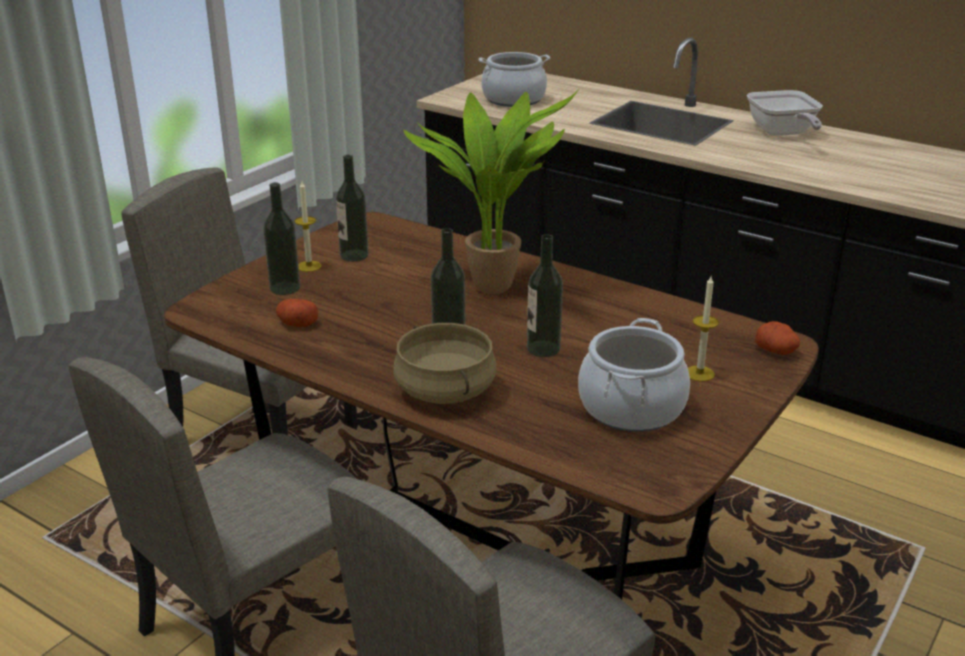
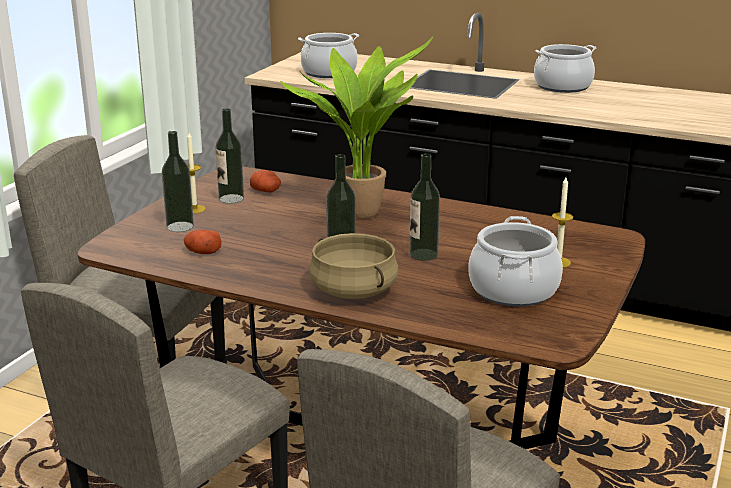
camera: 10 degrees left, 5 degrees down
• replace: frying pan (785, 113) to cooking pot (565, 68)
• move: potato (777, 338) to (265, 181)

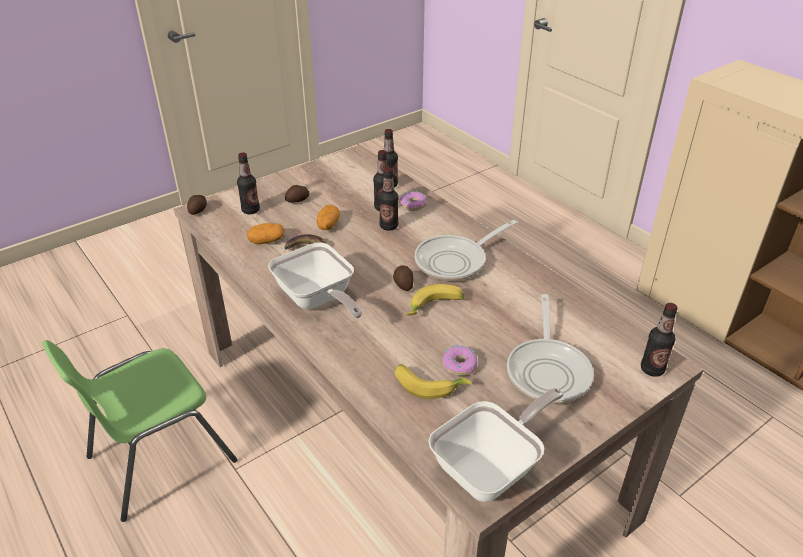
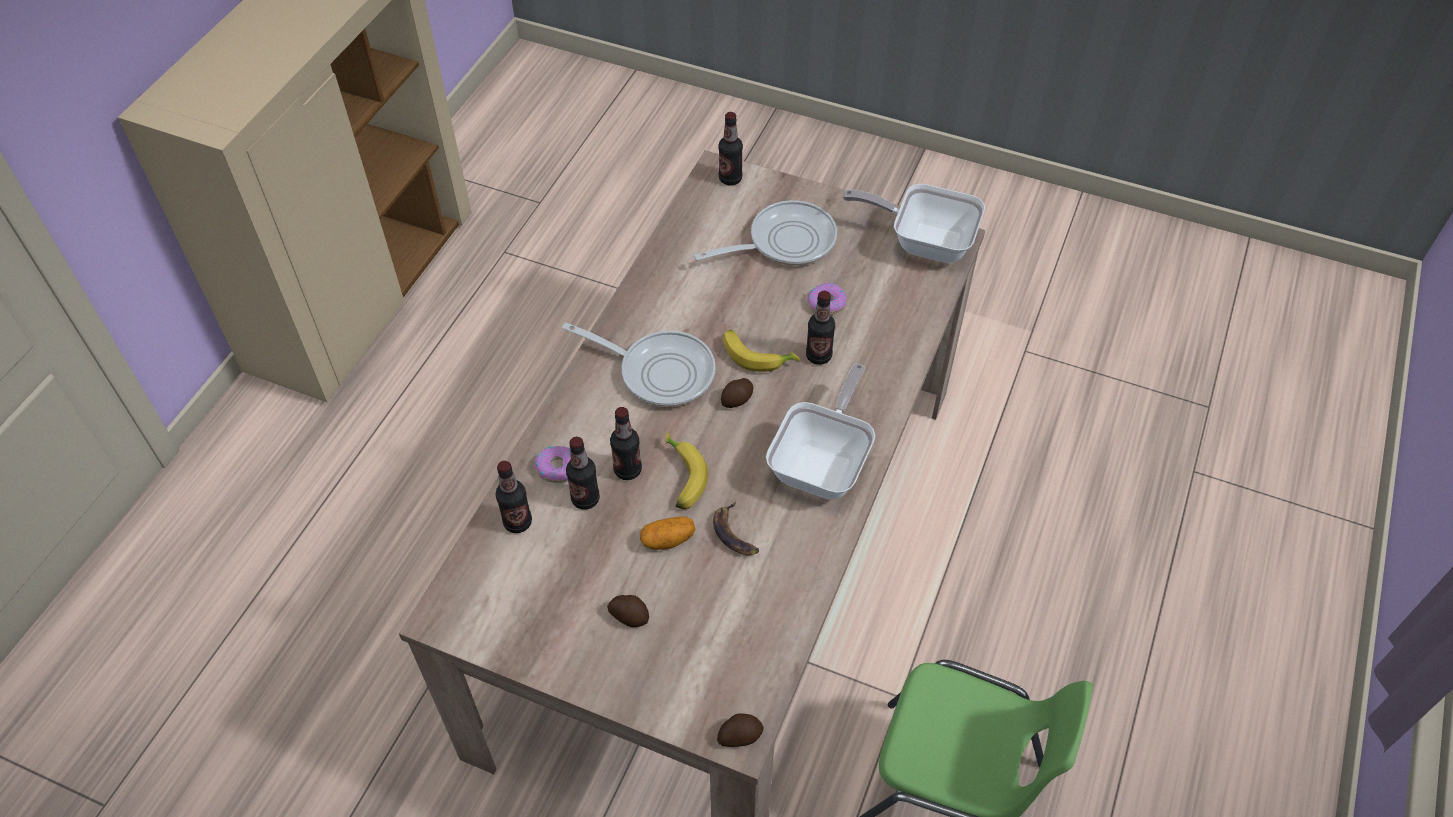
camera: 120 degrees left, 15 degrees up
• move: bottle (248, 183) to (820, 328)
• delete: potato (265, 233)
• move: banana (433, 381) to (687, 470)

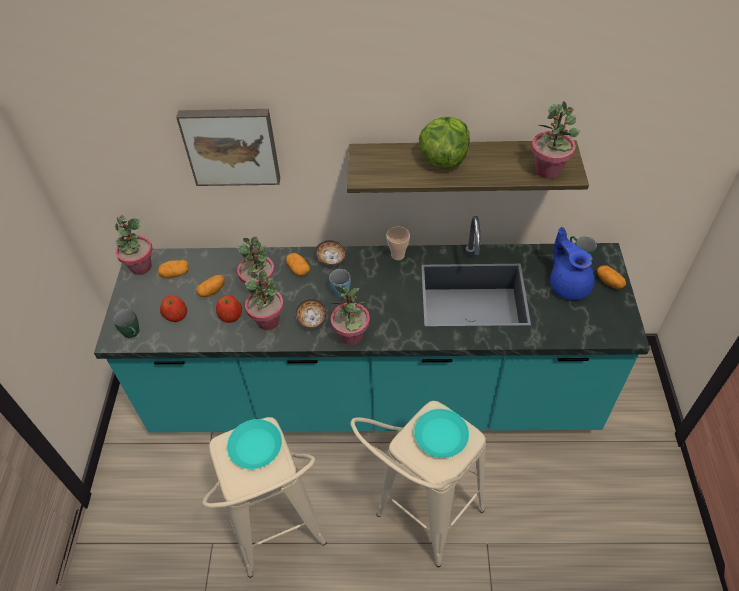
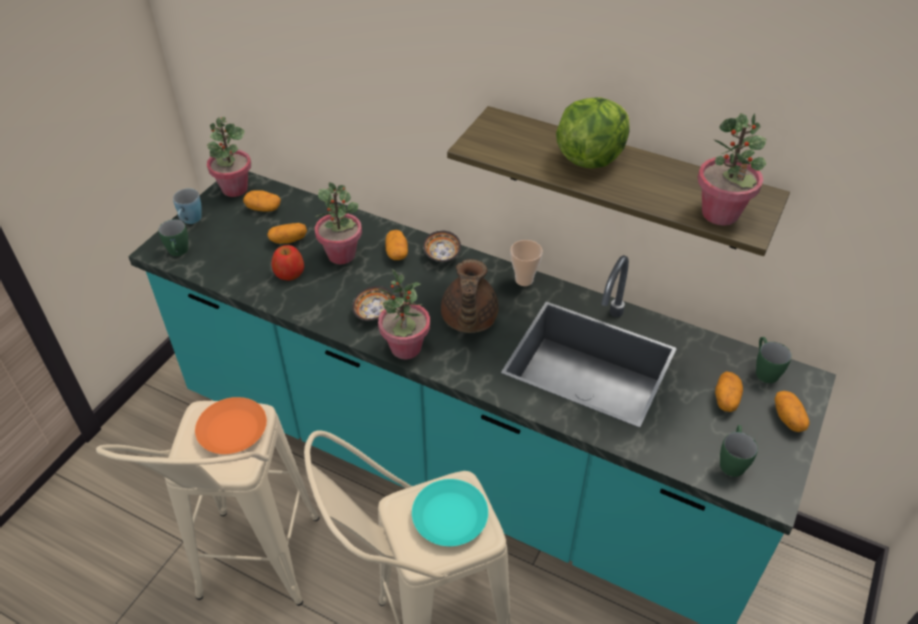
camera: 25 degrees right, 5 degrees down
• delete: apple (173, 309)
• delete: picture (228, 147)
• recolor: plate (turquoise) (254, 444) to plate (orange) (231, 425)
• delete: potted plant (264, 300)
• move: mug (blue) (340, 283) to (187, 206)
• replace: teapot (blue) (572, 263) to potato (729, 391)
• insert: teapot (brown) (470, 296)
• insert: mug (green) (739, 451)

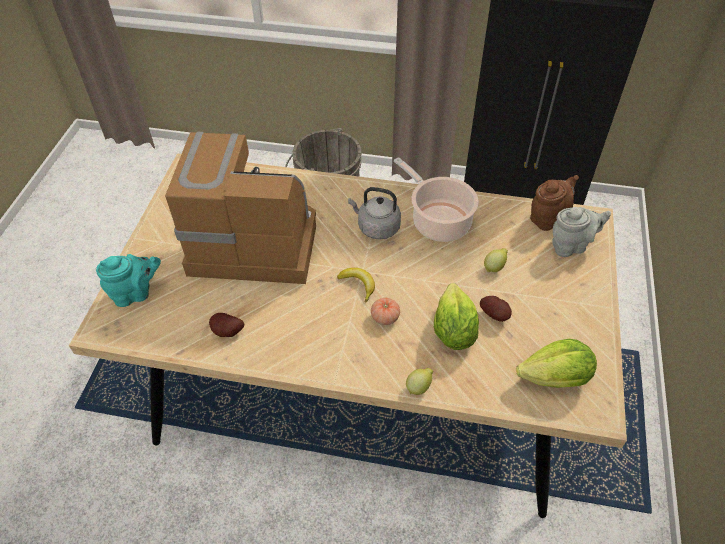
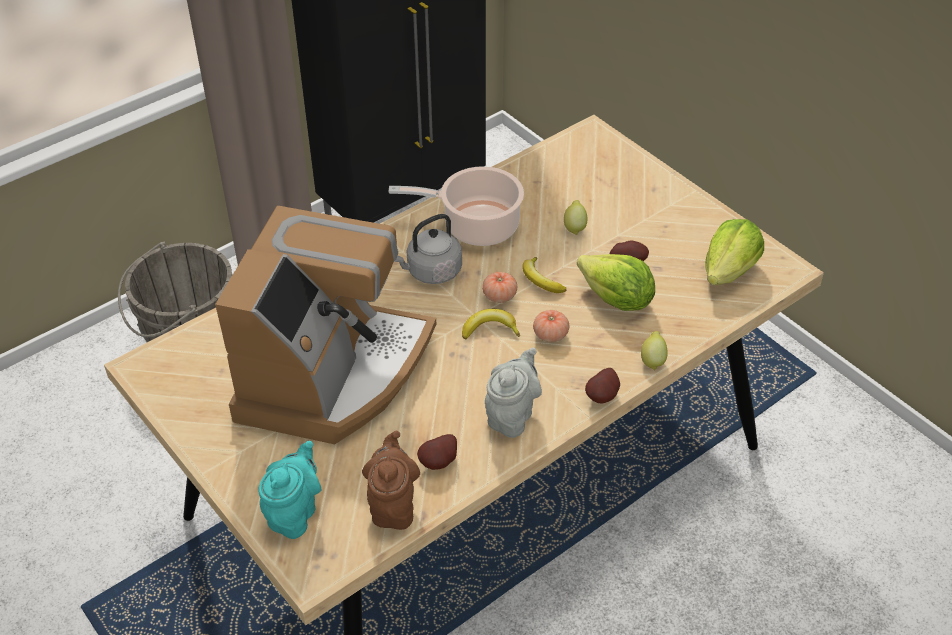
camera: 50 degrees left, 5 degrees down
• rotate: coffee machine (240, 207) = (325, 325) 150 degrees clockwise
• move: teapot (brown) (554, 203) to (391, 480)
• move: teapot (grey) (581, 232) to (513, 393)
• insert: tomato (499, 287)
• insert: banana (544, 275)
• insert: potato (602, 386)

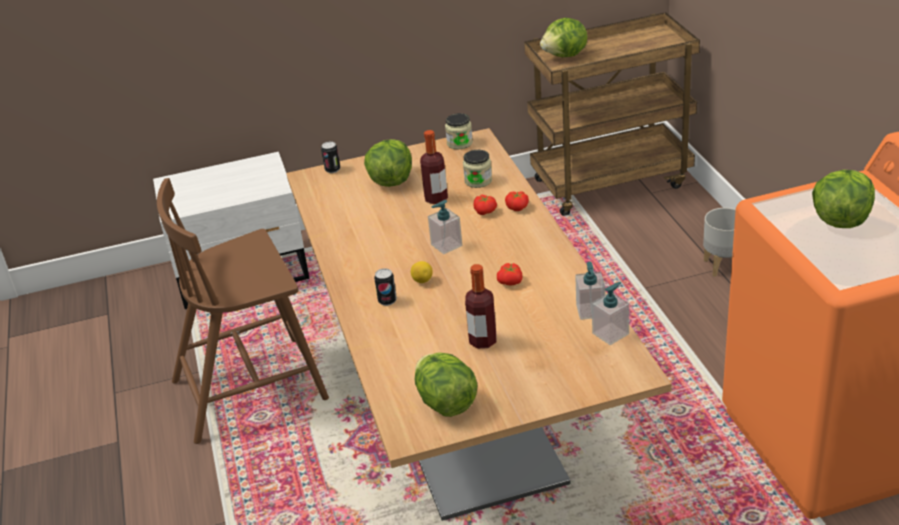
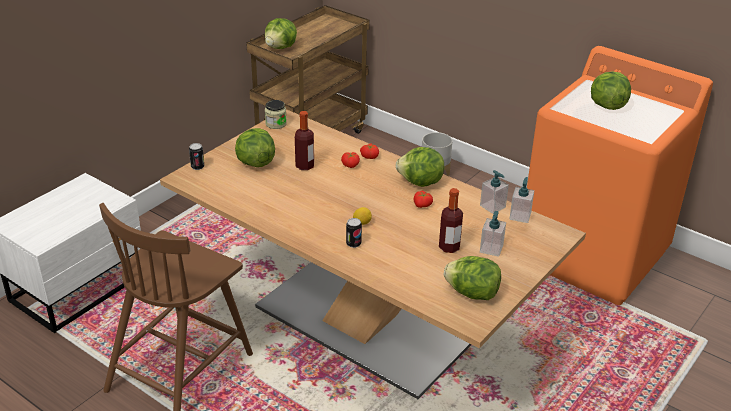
camera: 40 degrees left, 0 degrees up
• move: soap dispenser (445, 227) to (493, 234)
• delete: jar (477, 169)
• insert: lettuce (419, 167)

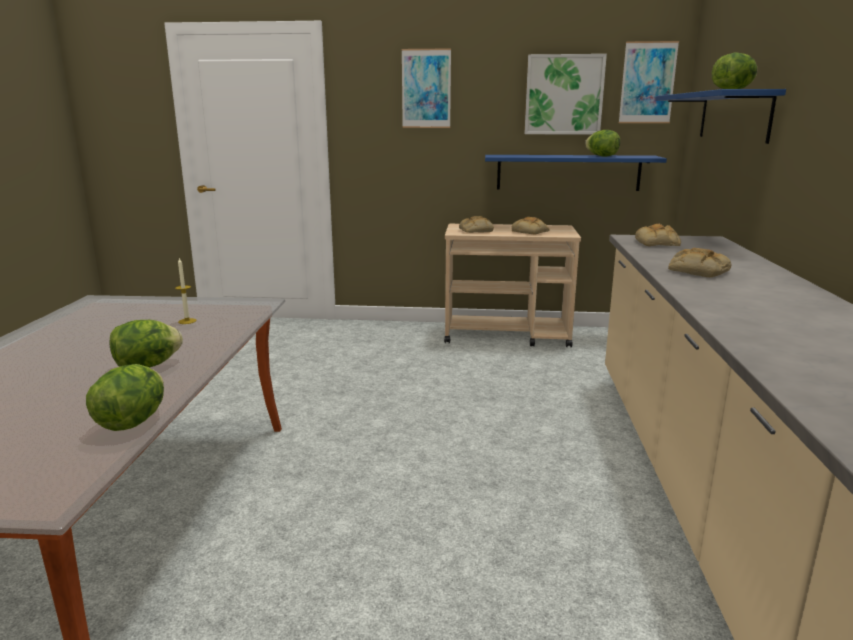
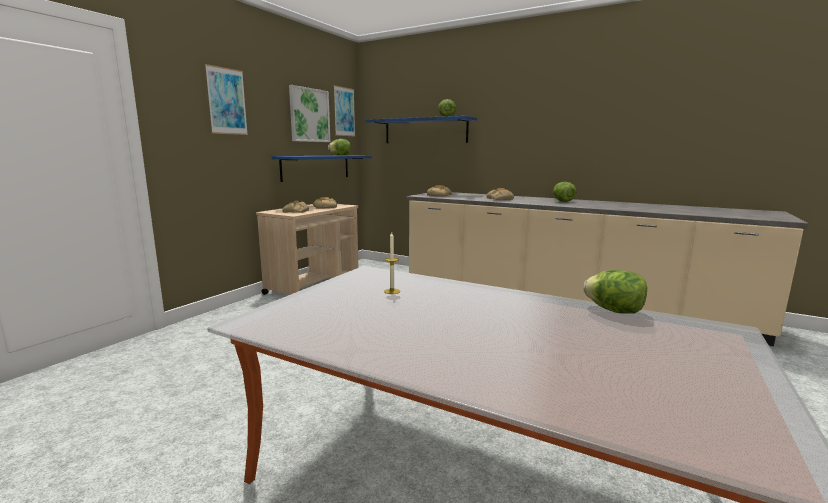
camera: 65 degrees left, 5 degrees down
• move: lettuce (146, 344) to (564, 192)

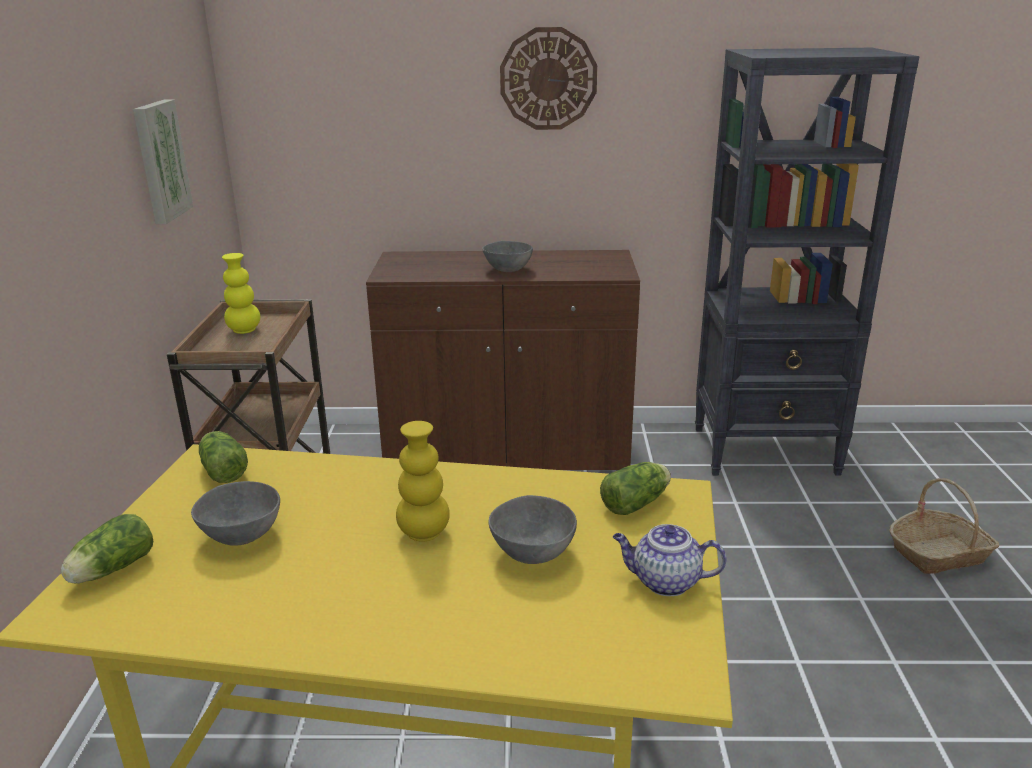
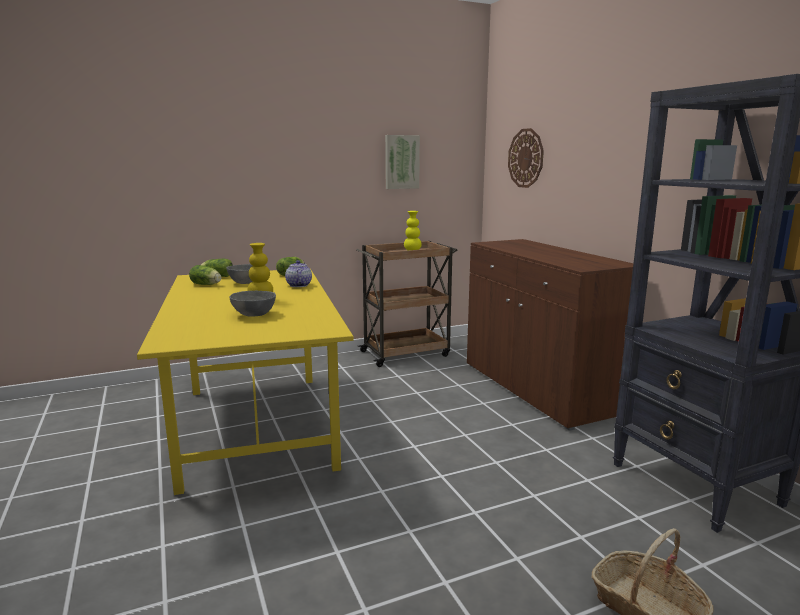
camera: 65 degrees right, 10 degrees down
• delete: bowl (grey) (507, 256)
• move: wall clock (548, 78) to (526, 158)
• move: lettuce (635, 488) to (205, 275)
• move: teapot (670, 560) to (298, 273)

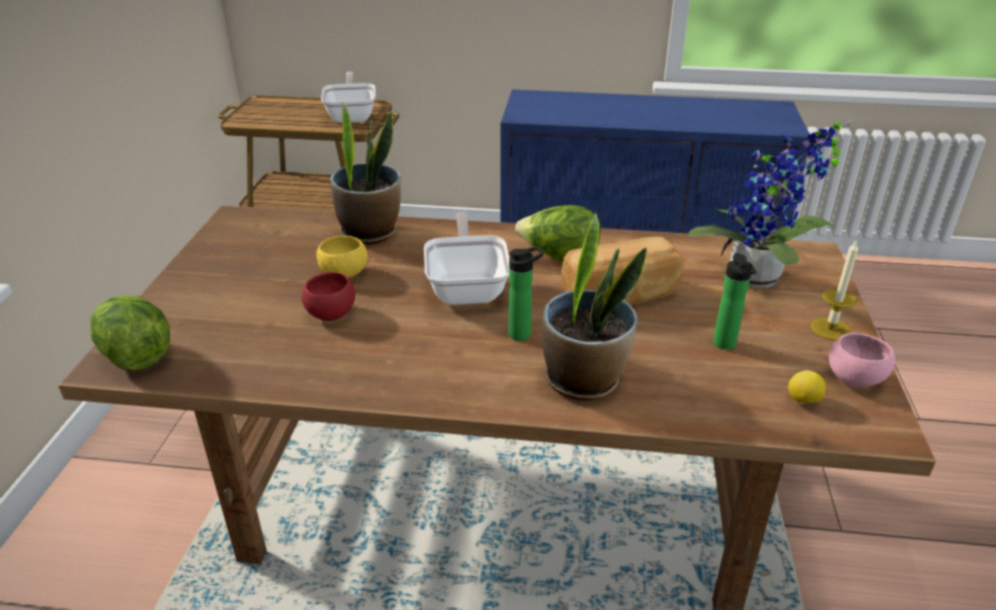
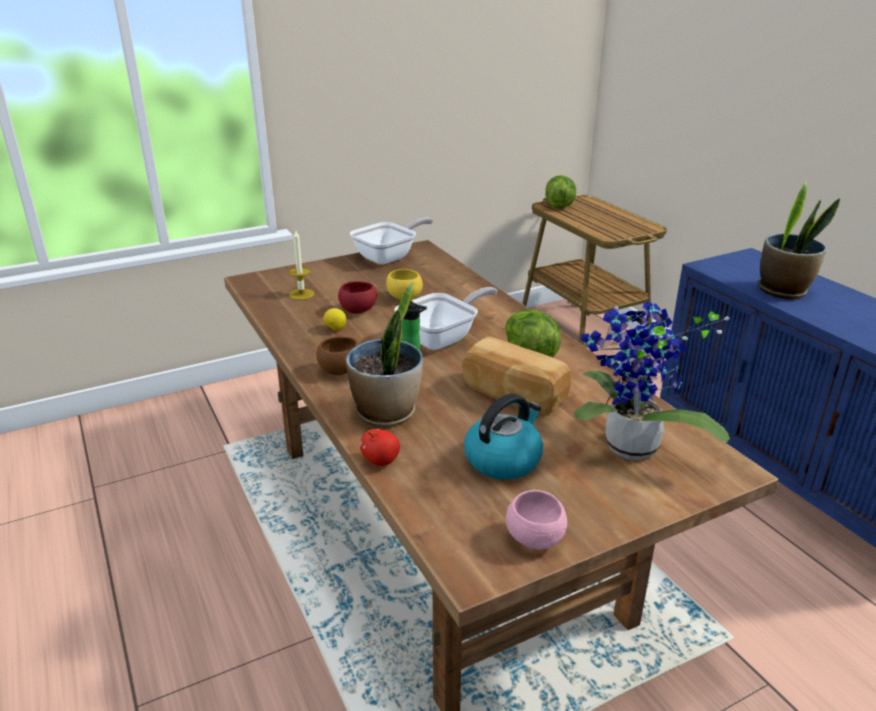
camera: 55 degrees right, 5 degrees down
• move: lettuce (130, 333) to (560, 192)
• move: frying pan (348, 97) to (391, 241)
• move: potted plant (365, 173) to (799, 240)
• replace: bottle (734, 301) to kettle (503, 436)
• move: lemon (807, 387) to (334, 319)
• move: candle (834, 289) to (302, 264)
• insert: bowl (brown) (337, 355)
• insert: apple (380, 447)

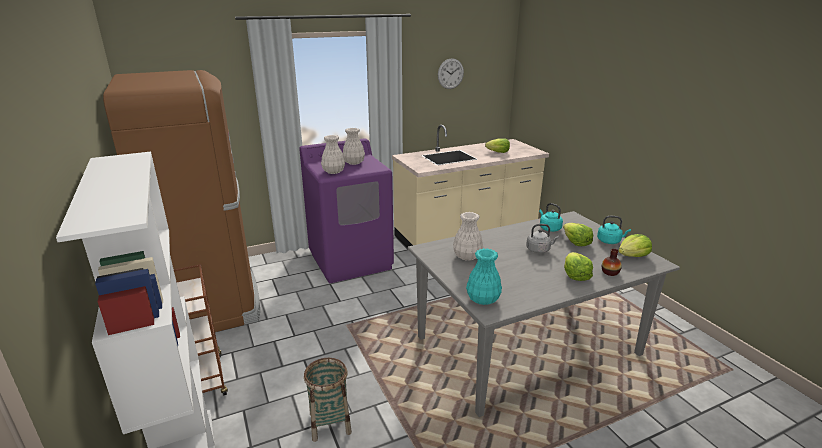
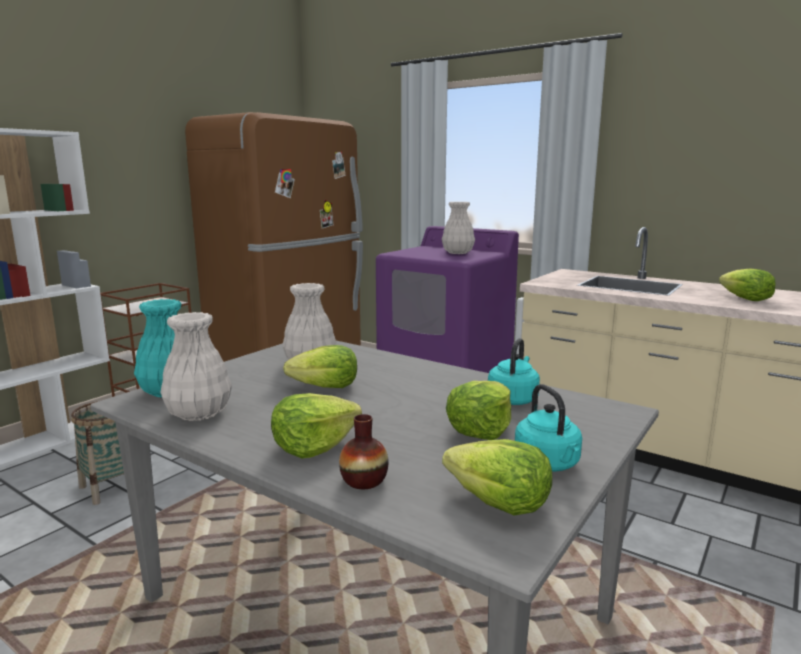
camera: 60 degrees right, 10 degrees down
• move: vase (white) (333, 154) to (196, 366)
• delete: wall clock (451, 73)
• delete: kettle (grey) (542, 238)
• insert: lettuce (320, 366)

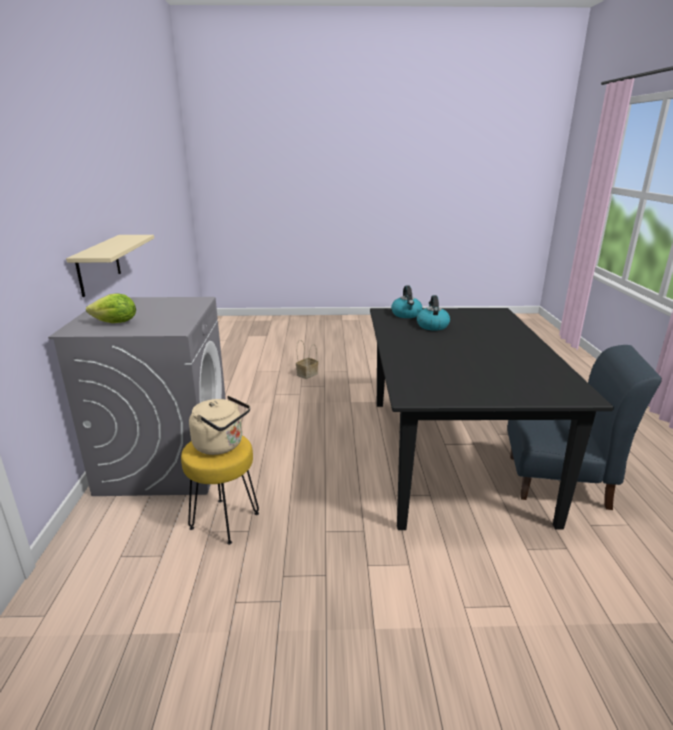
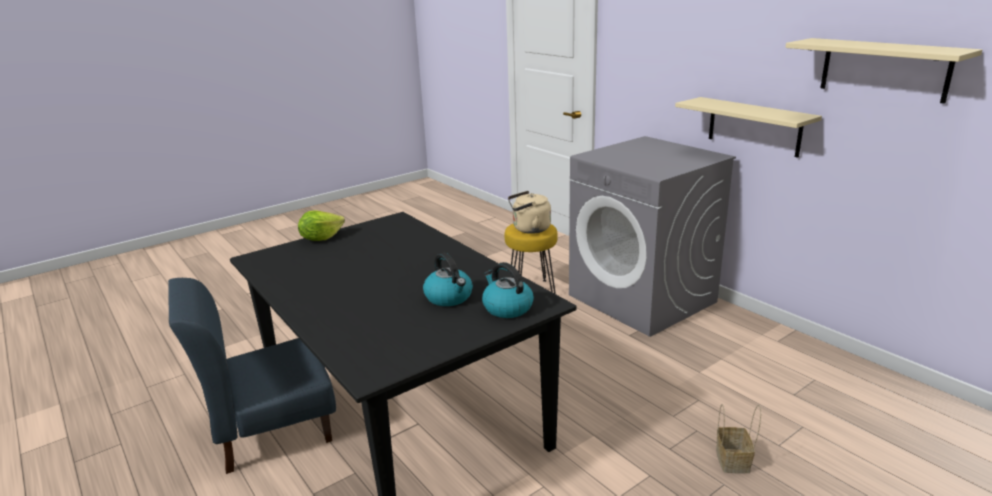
camera: 145 degrees right, 0 degrees up
• move: lettuce (111, 308) to (321, 225)
• insert: shelf (beige) (883, 71)

